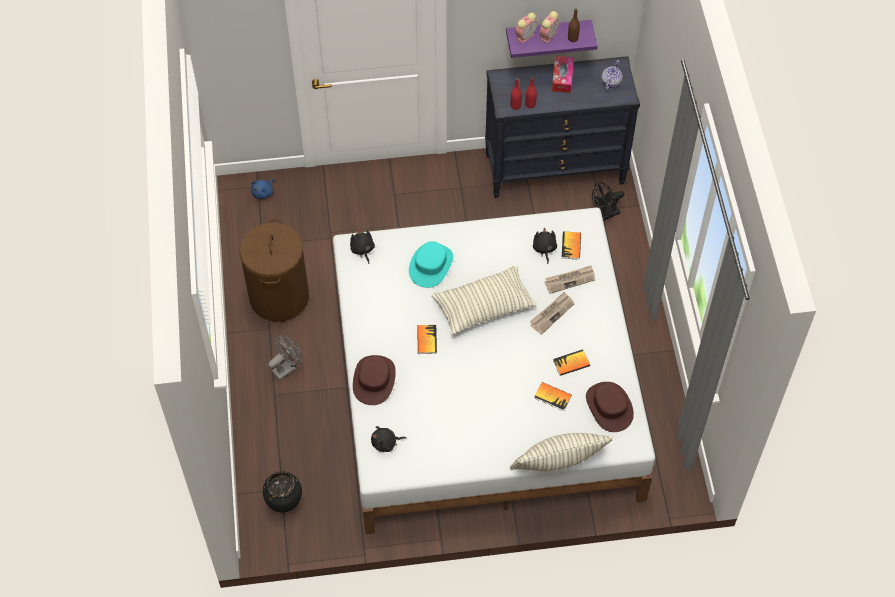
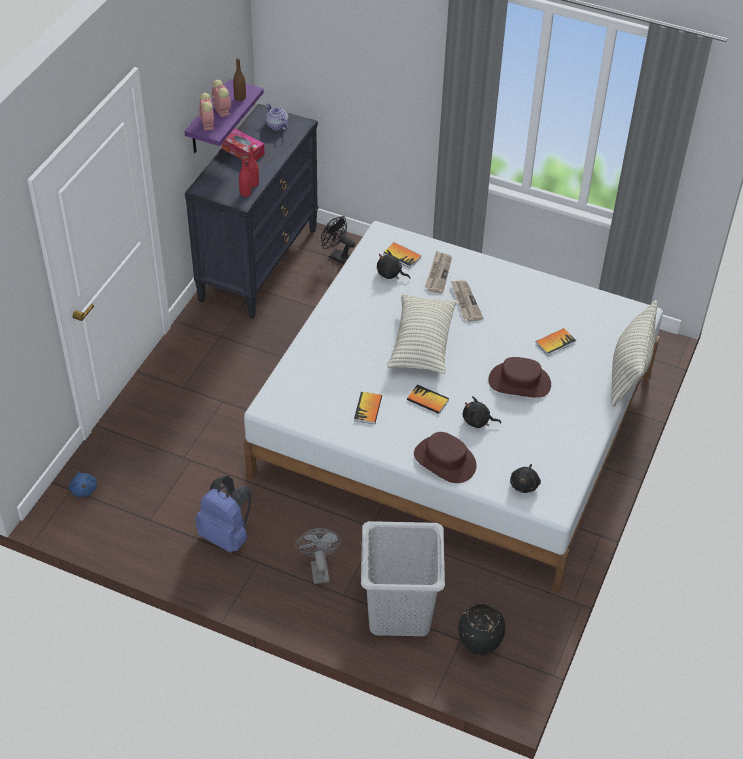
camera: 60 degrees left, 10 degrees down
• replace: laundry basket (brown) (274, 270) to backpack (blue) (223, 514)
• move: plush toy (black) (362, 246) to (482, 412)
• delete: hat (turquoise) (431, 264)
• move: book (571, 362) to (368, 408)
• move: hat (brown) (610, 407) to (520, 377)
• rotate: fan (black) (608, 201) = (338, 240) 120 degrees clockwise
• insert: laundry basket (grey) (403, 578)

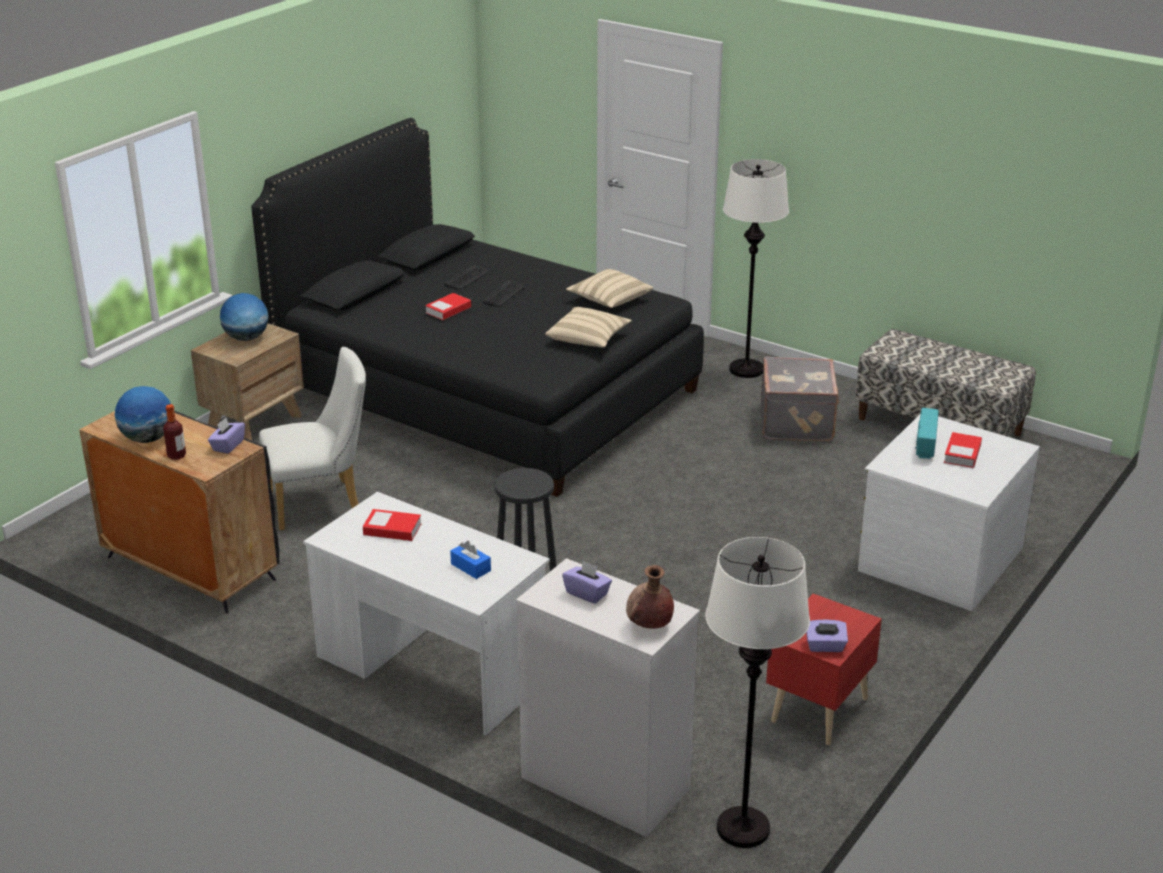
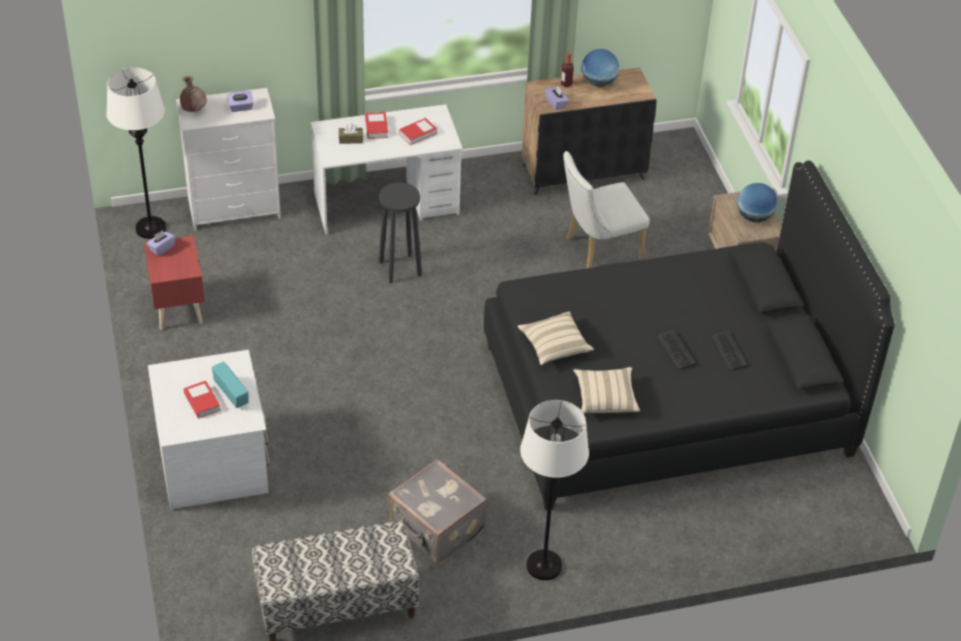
camera: 130 degrees right, 15 degrees up
• rotate: chair (white) (312, 439) = (606, 209) 45 degrees clockwise
• move: book (448, 306) to (376, 125)
• recolor: tissue box (blue) (470, 560) to tissue box (brown) (351, 133)

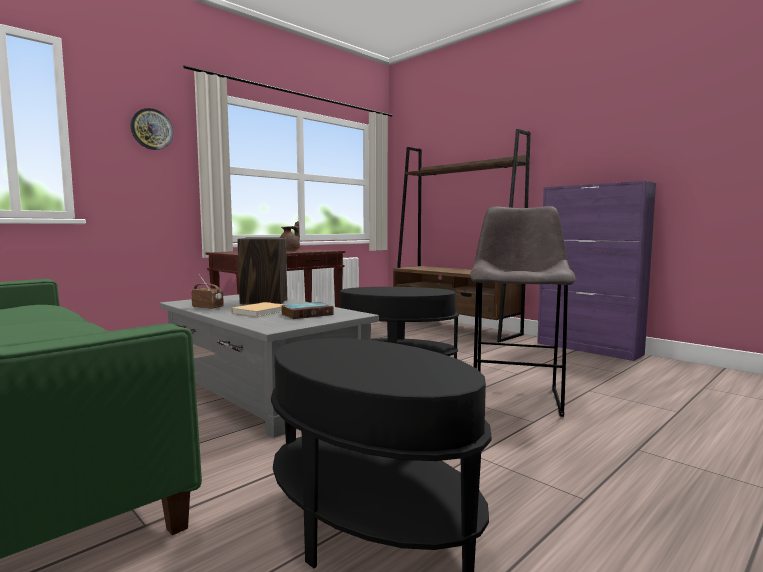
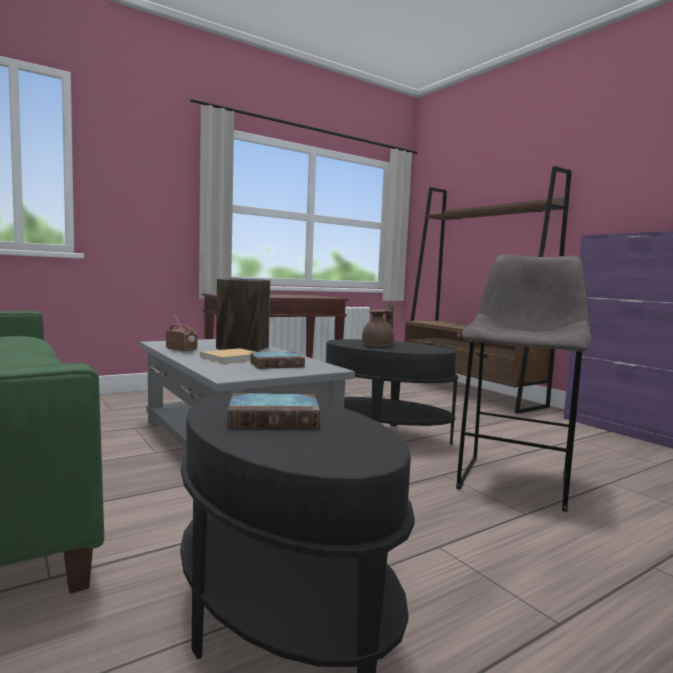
camera: 10 degrees right, 0 degrees up
• delete: wall clock (151, 129)
• move: teapot (brown) (290, 236) to (378, 324)
• insert: book (273, 411)

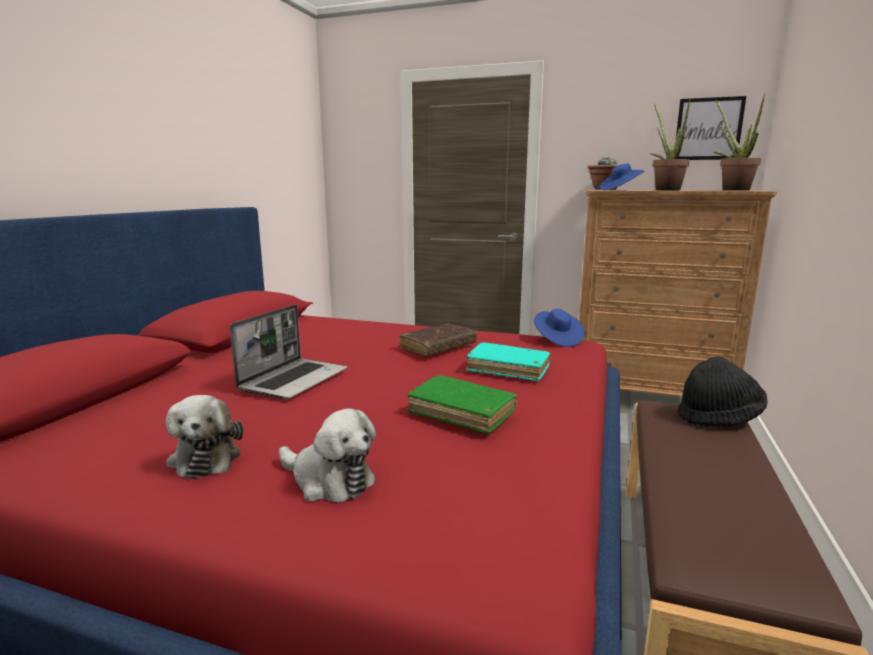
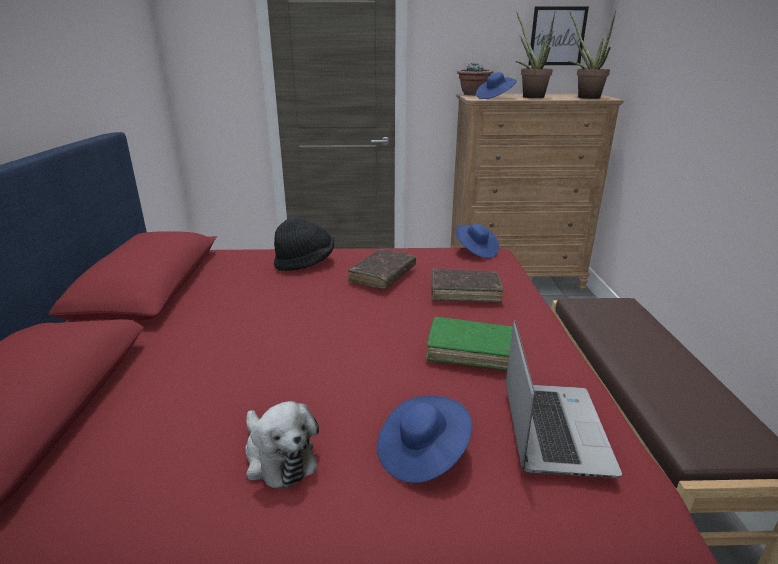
camera: 20 degrees left, 10 degrees up
• move: laptop (288, 352) to (564, 399)
• replace: plush toy (327, 455) to hat (blue) (424, 439)
• recolor: book (turquoise) (508, 361) to book (brown) (467, 286)
• move: hat (black) (722, 391) to (304, 243)

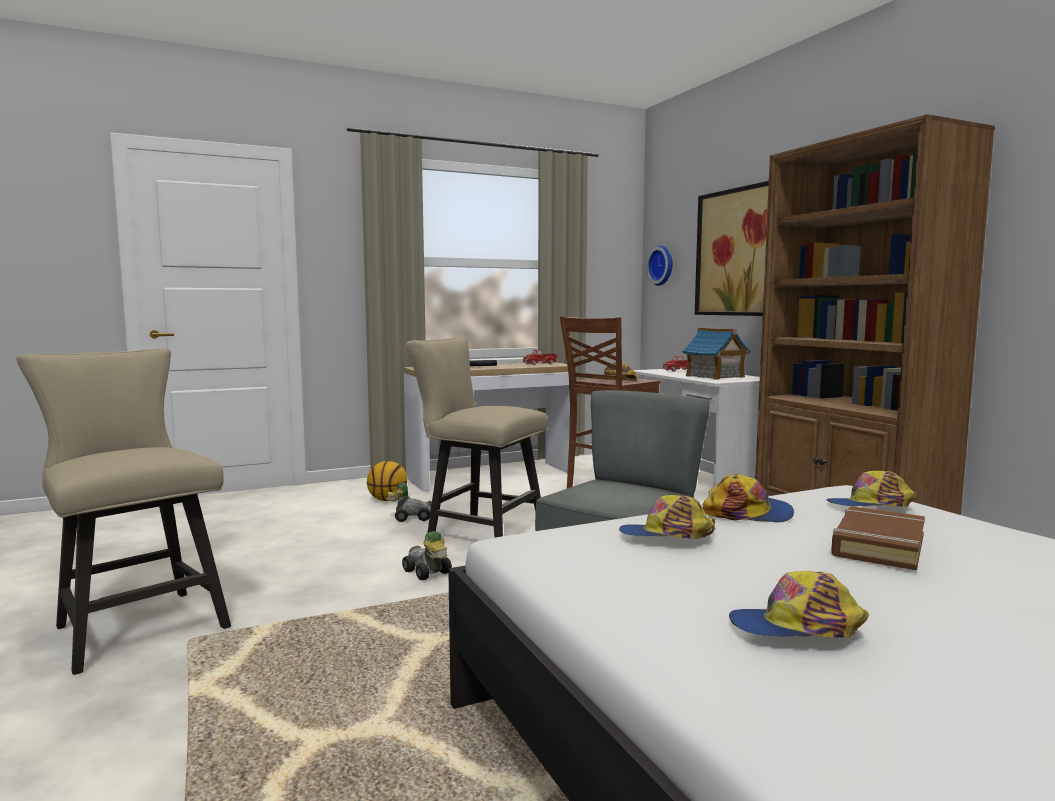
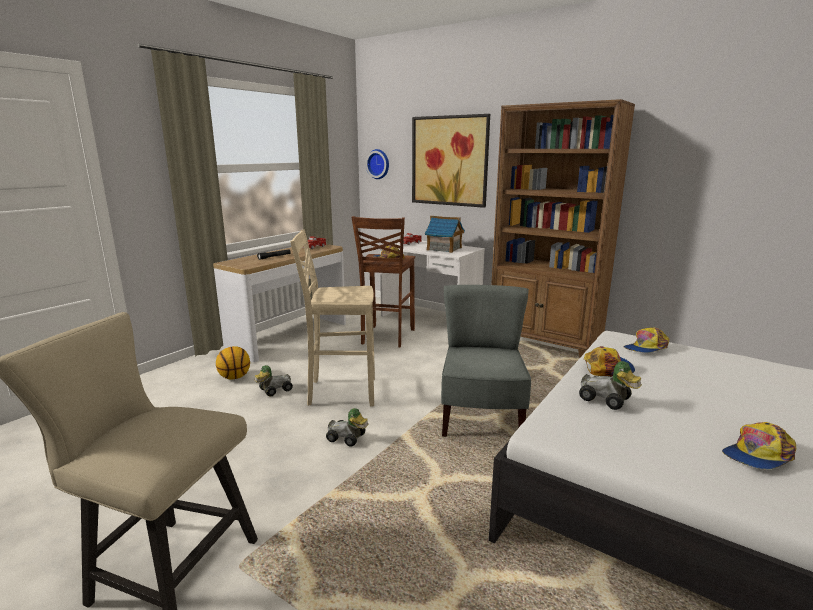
camera: 30 degrees left, 10 degrees up
• replace: chair (beige) (477, 437) to stool (beige) (332, 318)
• replace: cap (667, 517) to toy car (610, 385)
• delete: book (brown) (878, 538)

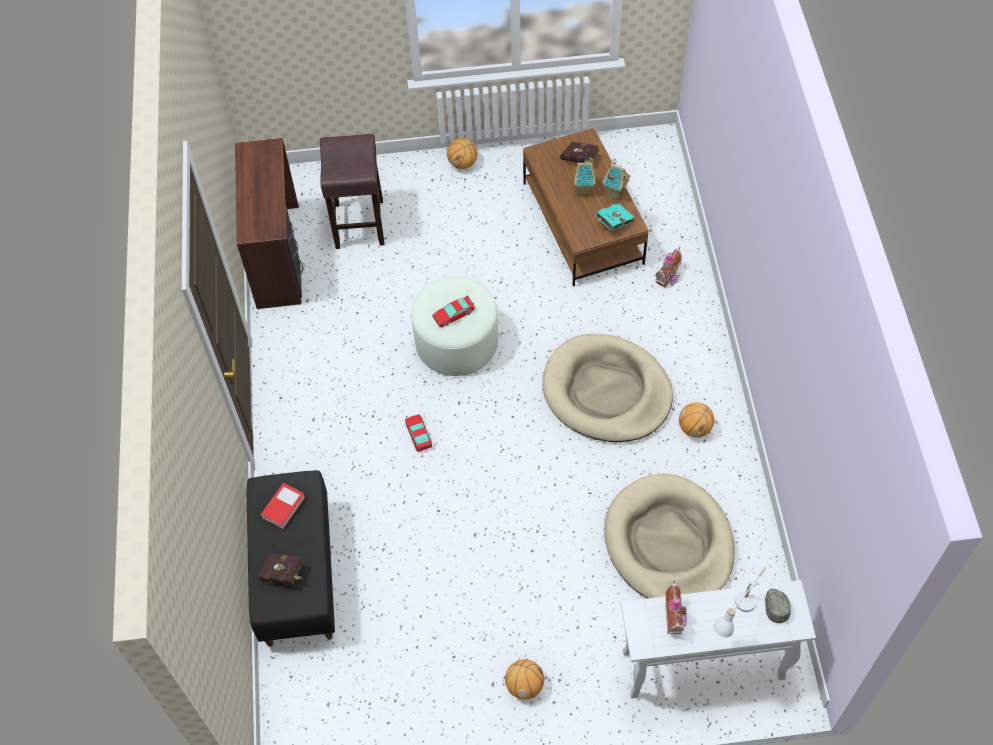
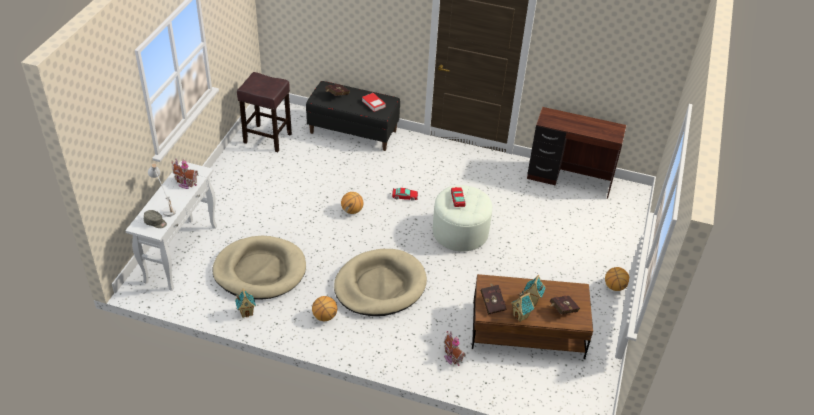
camera: 110 degrees right, 15 degrees down
• move: stool (brown) (352, 191) to (264, 112)
• move: basketball (524, 679) to (352, 203)
• recolor: book (turquoise) (615, 217) to book (red) (493, 299)
• insert: toy house (245, 303)

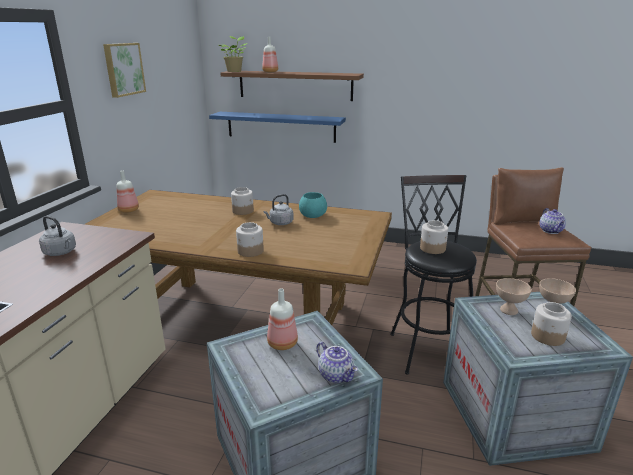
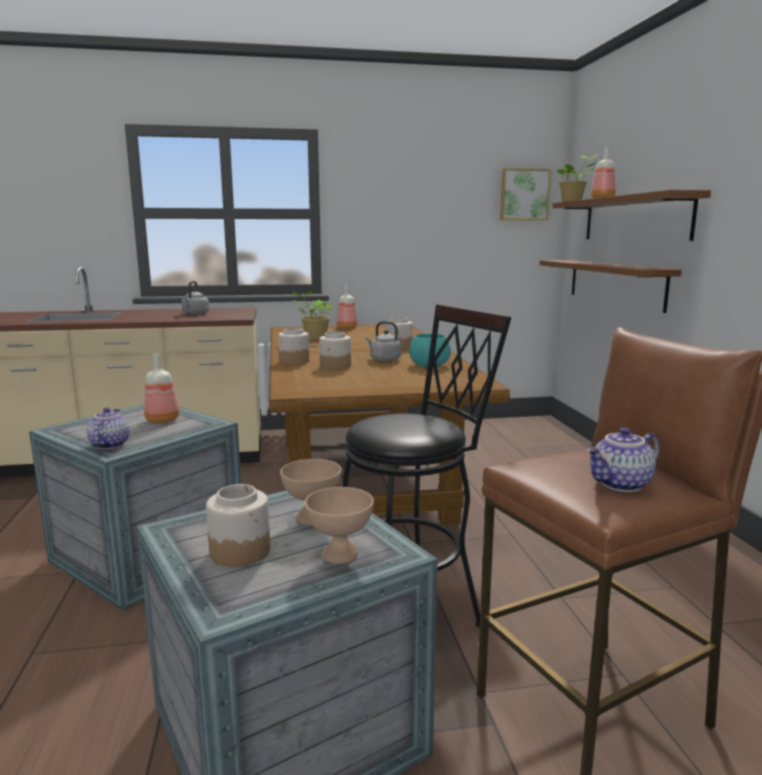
camera: 65 degrees right, 10 degrees down
• move: picture (124, 70) to (525, 194)
• recolor: shelf (blue) (277, 127) to shelf (brown) (611, 286)
• rotate: teapot (337, 362) = (108, 428) 150 degrees clockwise
• move: jar (434, 237) to (335, 350)
• insert: potted plant (312, 315)

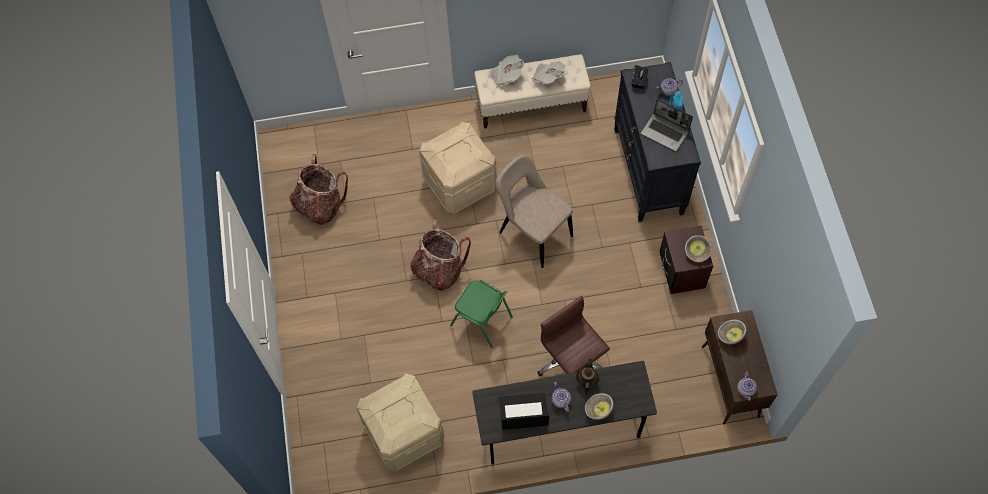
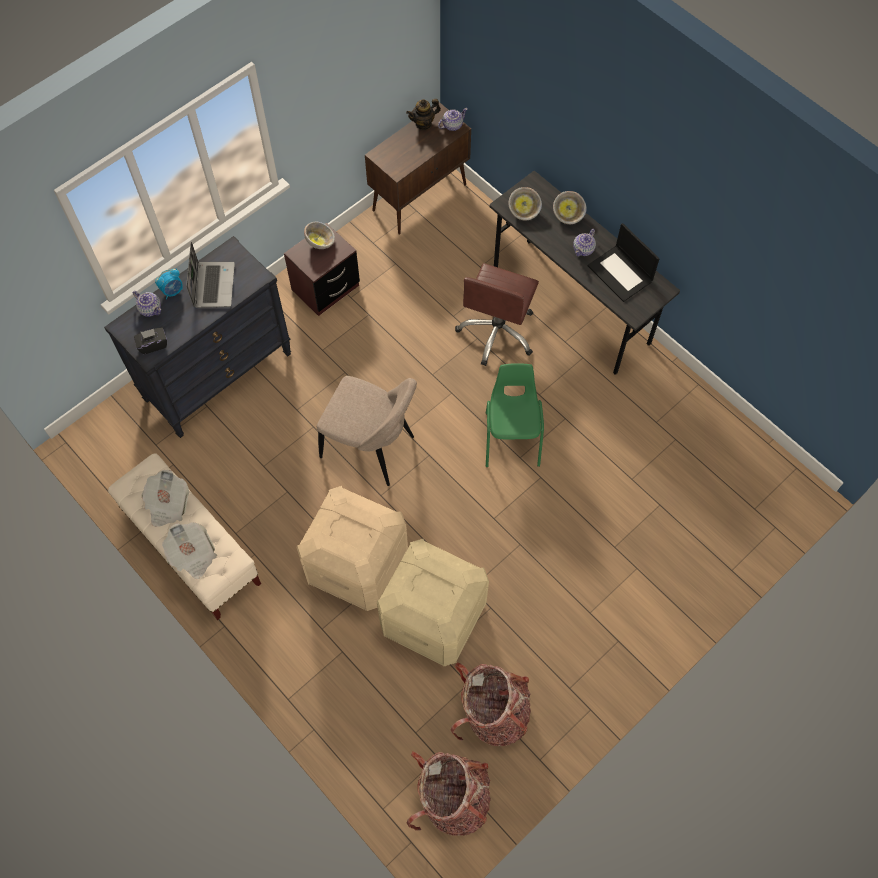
camera: 125 degrees left, 0 degrees up
• move: storage box (beige) (400, 422) to (433, 603)
• move: backpack (440, 255) to (449, 793)
• rotate: chair (beige) (534, 211) = (367, 431) 75 degrees counterclockwise
• move: teapot (587, 377) to (423, 114)
• move: bowl (732, 332) to (525, 203)

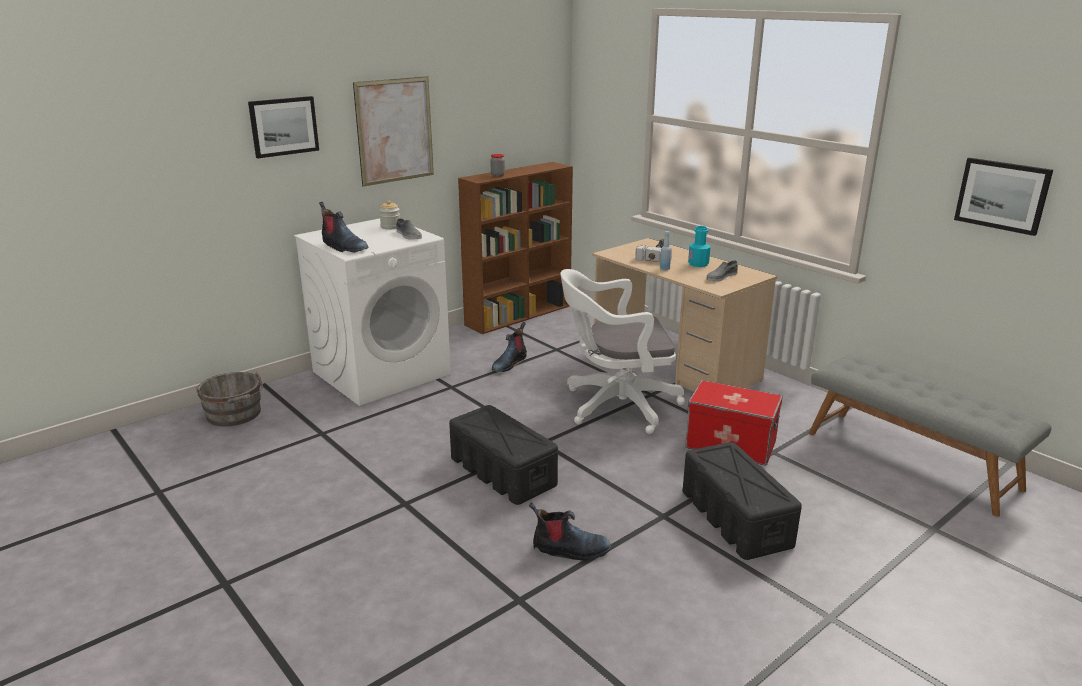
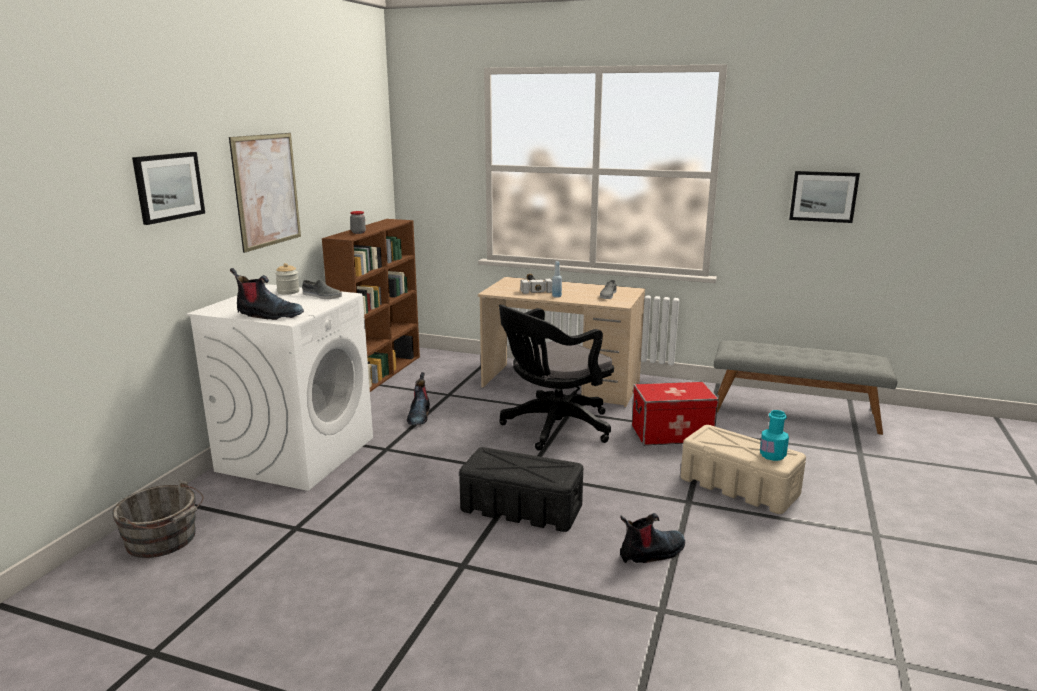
camera: 30 degrees left, 5 degrees down
• recolor: office chair (white) (622, 351) to office chair (black) (556, 378)
• recolor: storage box (black) (742, 501) to storage box (beige) (743, 469)
• move: bottle (turquoise) (699, 246) to (774, 435)

